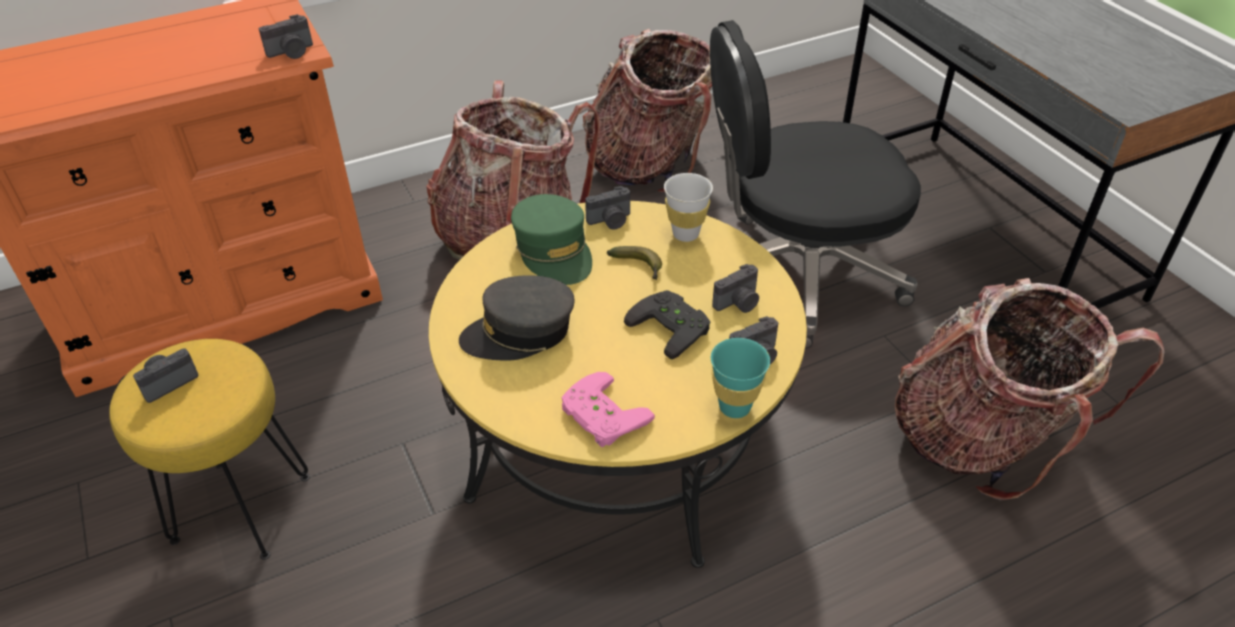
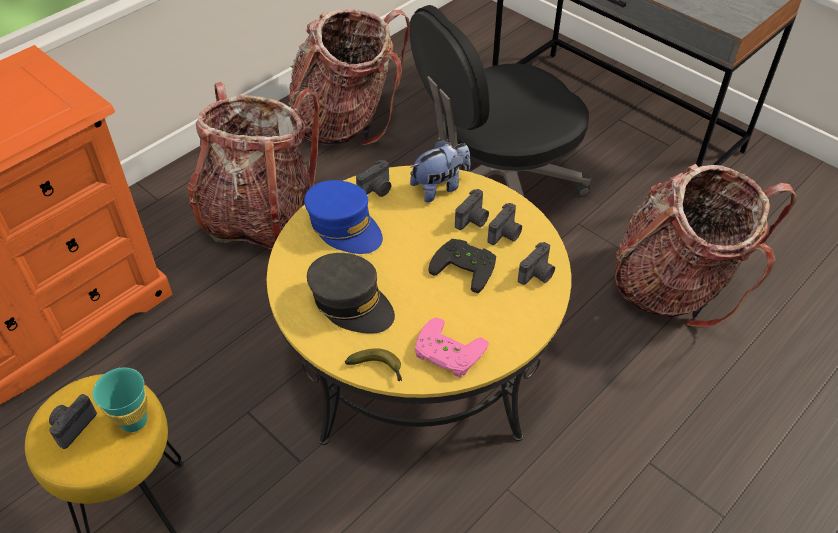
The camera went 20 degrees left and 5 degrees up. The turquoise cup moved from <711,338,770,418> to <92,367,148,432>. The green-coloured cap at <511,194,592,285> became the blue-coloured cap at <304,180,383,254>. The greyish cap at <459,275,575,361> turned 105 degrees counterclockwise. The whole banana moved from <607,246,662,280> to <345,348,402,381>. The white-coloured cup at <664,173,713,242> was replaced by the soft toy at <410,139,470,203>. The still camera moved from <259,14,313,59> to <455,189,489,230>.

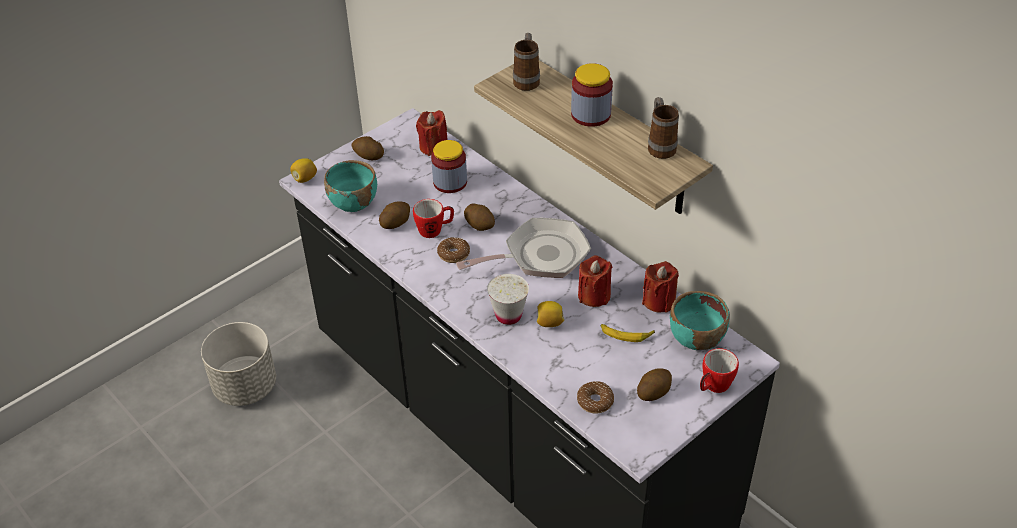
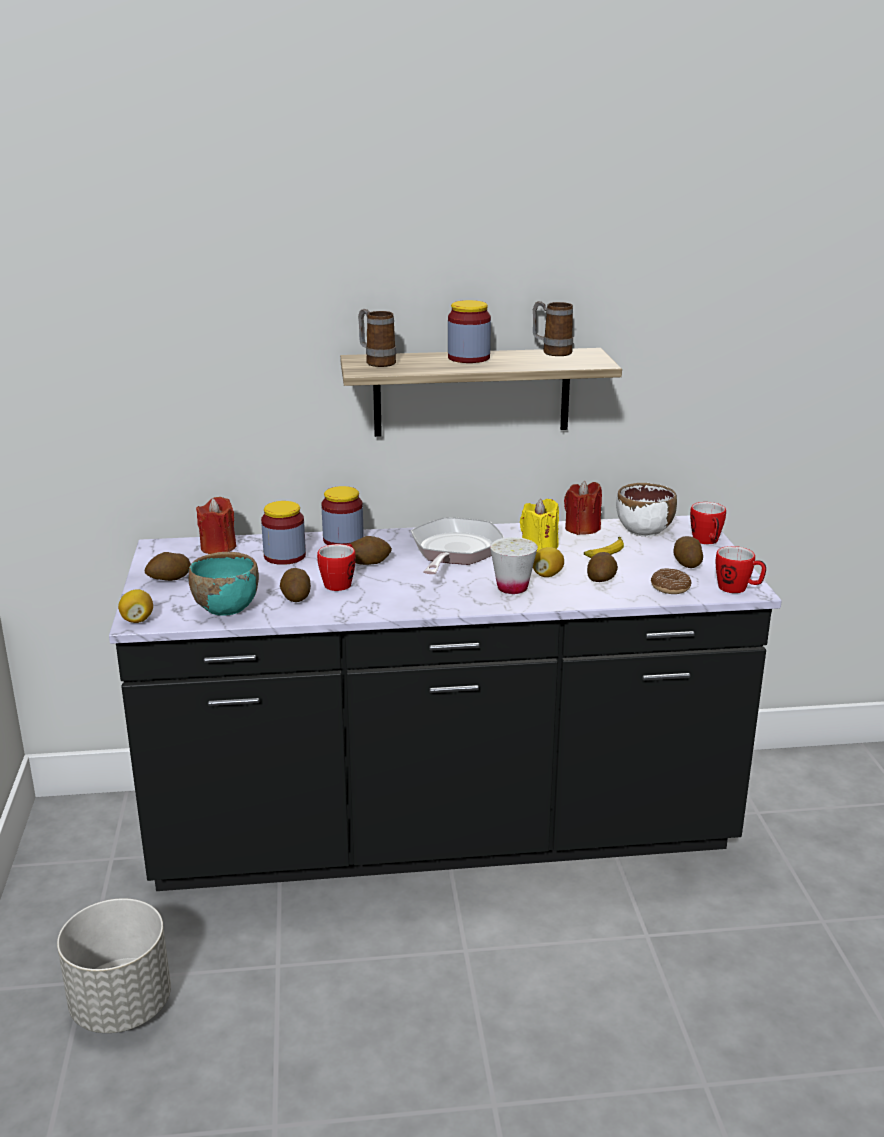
The camera went 55 degrees left and 20 degrees down. The jar at <321,486,364,545> appeared. The red wax light at <578,256,612,307> became the yellowish wax light at <520,498,559,551>. The potato at <587,552,618,582> appeared. The turquoise serving bowl at <670,291,730,350> became the white-coloured serving bowl at <616,483,677,536>. The mug at <715,546,766,593> appeared. The donut at <437,237,470,263> disappeared.

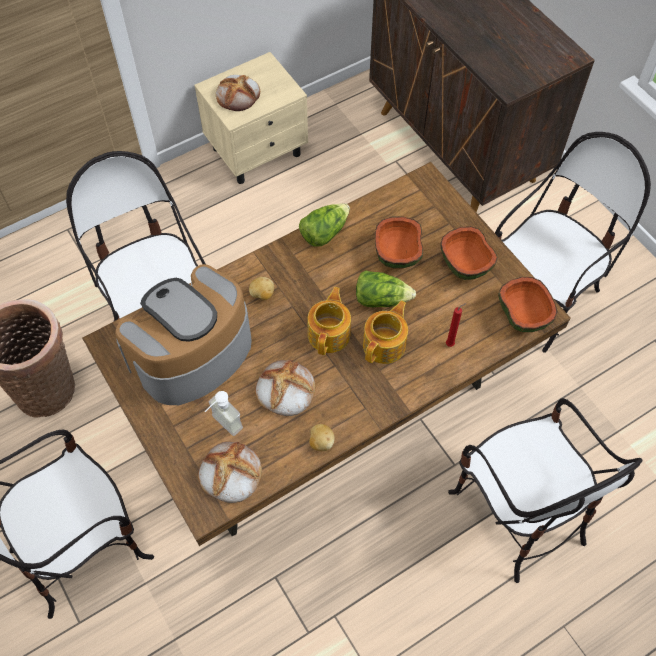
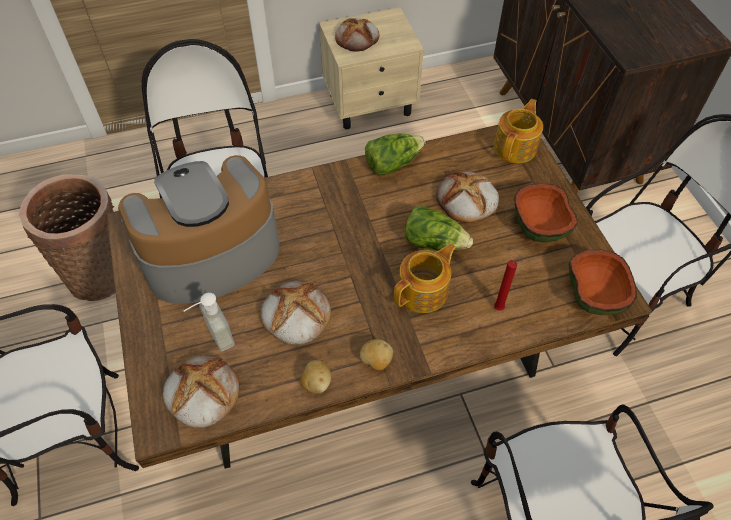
The camera went 15 degrees right and 5 degrees down. The potato moved from <249,277,274,300> to <360,339,393,370>. The serving bowl at <375,217,423,268> was replaced by the bakery bread at <436,171,499,223>. The tea pot moved from <308,287,351,355> to <494,99,543,163>.

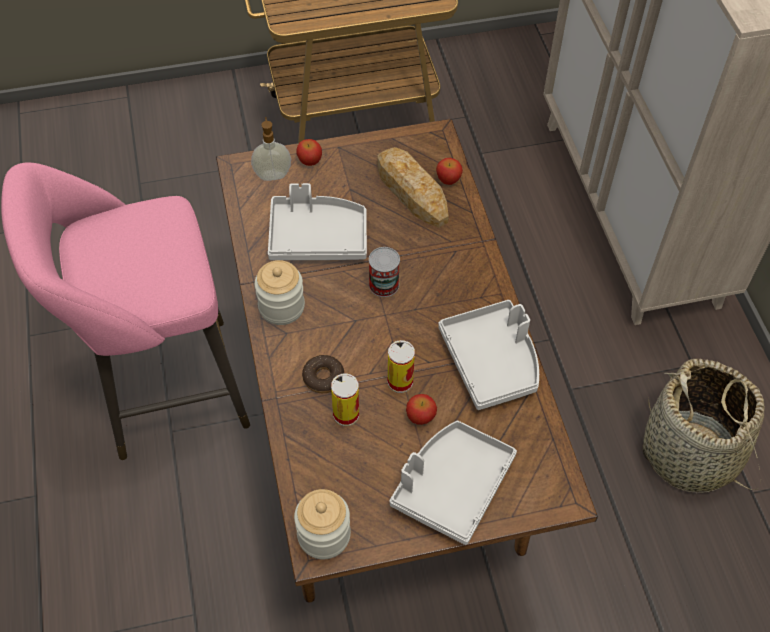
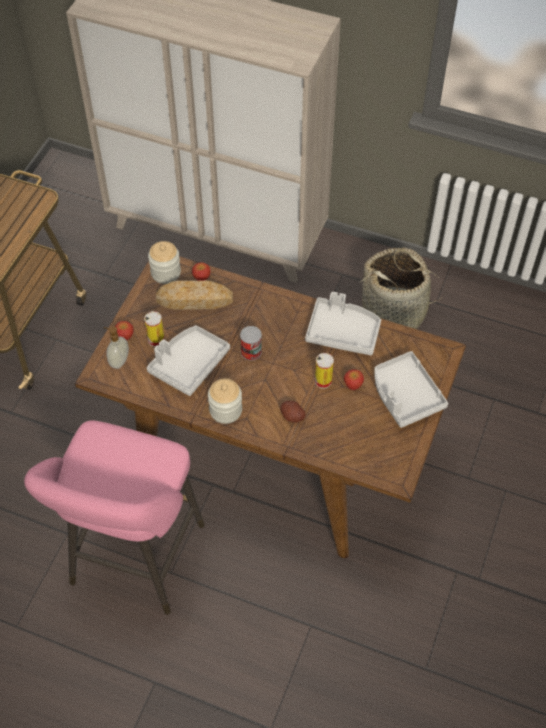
The camera went 55 degrees left and 0 degrees up. The metal can moved from <331,374,359,426> to <144,311,165,347>. The jar moved from <294,489,351,559> to <148,241,181,284>. The donut at <302,355,344,393> was replaced by the potato at <280,401,306,423>.

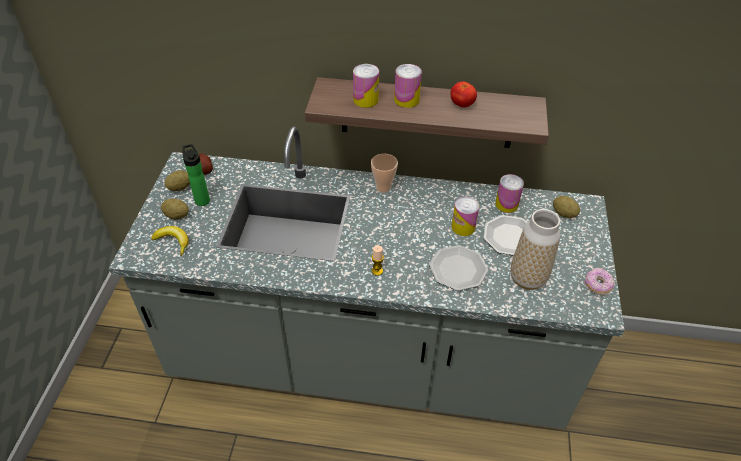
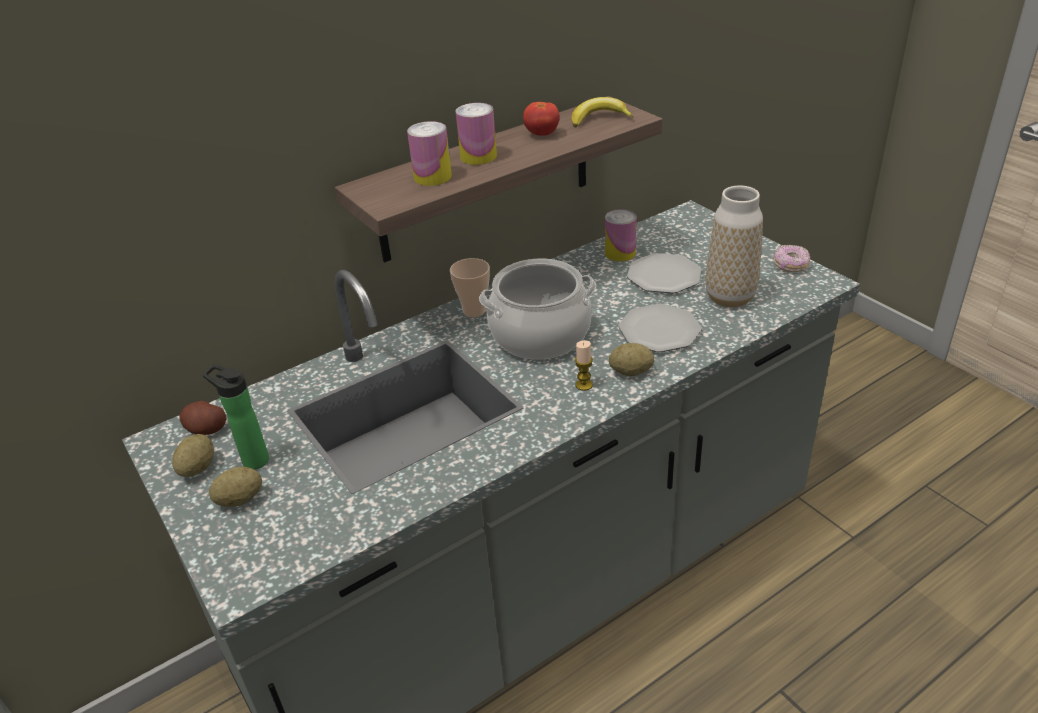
The camera went 40 degrees left and 10 degrees down. The saucepot at <479,259,596,360> appeared. The whole banana moved from <151,226,189,256> to <571,97,634,127>. The potato moved from <553,196,580,218> to <609,343,654,376>. The metal can at <451,197,479,236> disappeared.

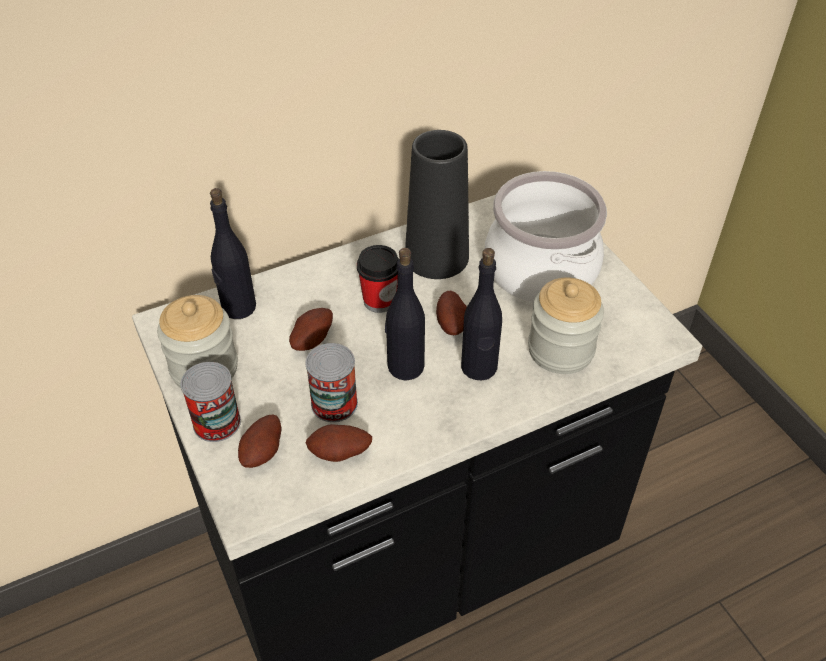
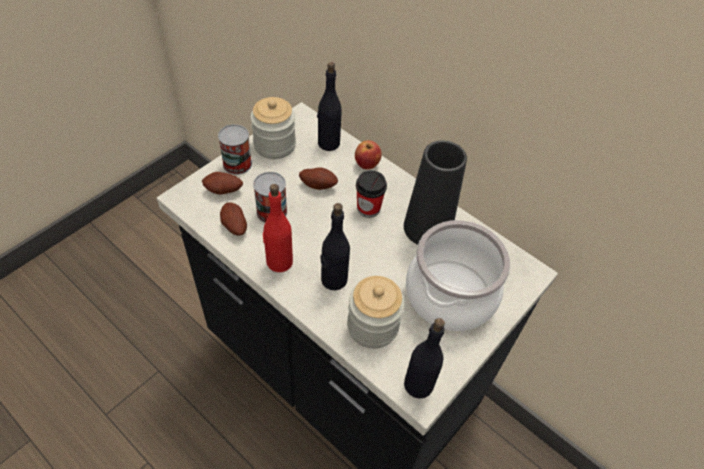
The camera went 65 degrees right and 5 degrees up. The red beverage bottle at <263,184,293,272> appeared. The apple at <355,140,382,170> appeared. The blackish beverage bottle moved from <385,248,425,381> to <404,318,445,399>. The potato at <436,291,467,335> disappeared.

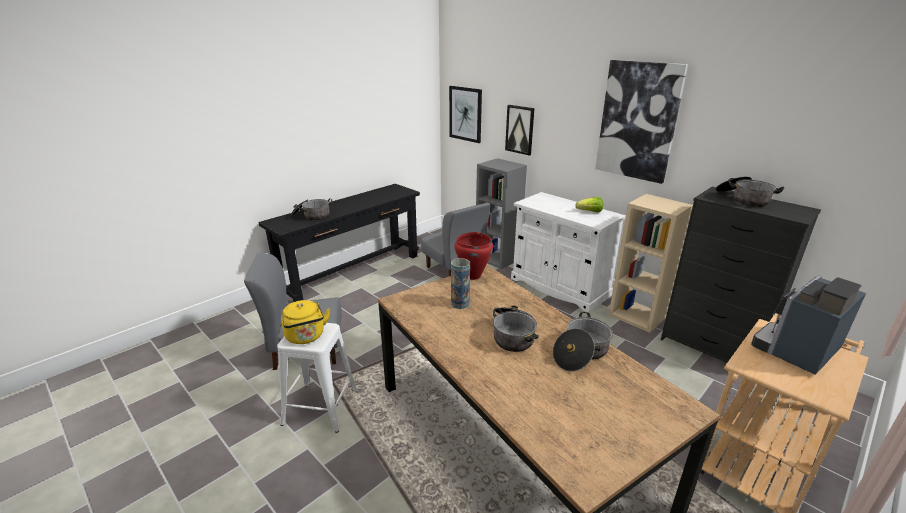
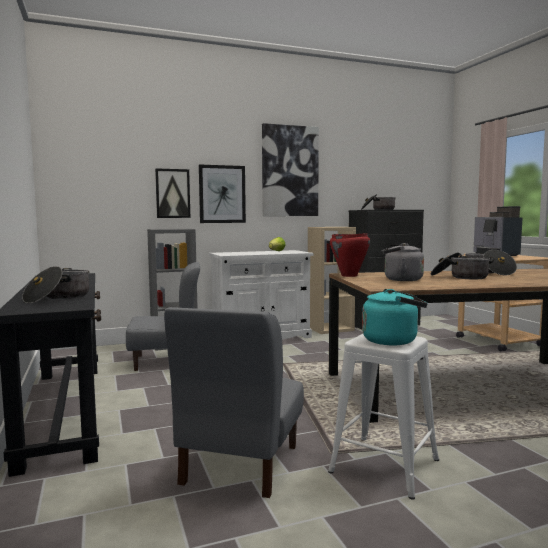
The camera went 65 degrees left and 20 degrees down. The picture moved from <449,86,482,143> to <199,164,246,223>. The yellowish tea kettle at <281,300,330,344> became the turquoise tea kettle at <362,289,428,345>. The flower vase at <451,258,470,309> was replaced by the greyish tea kettle at <381,243,424,281>.

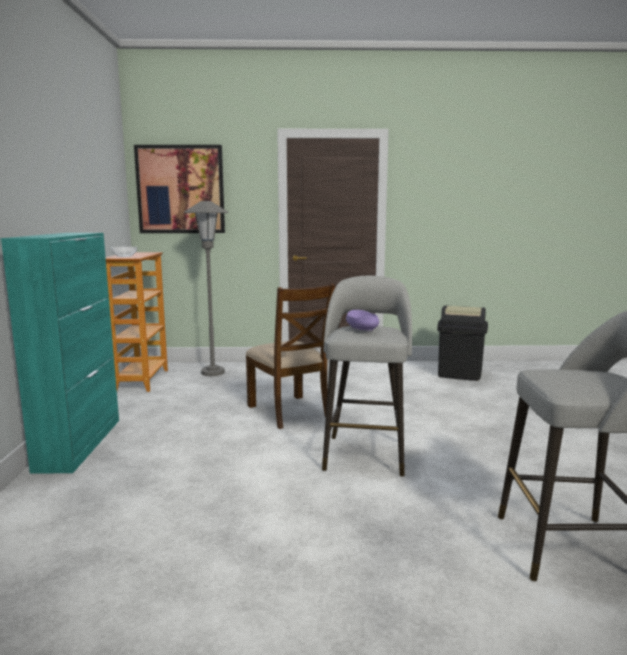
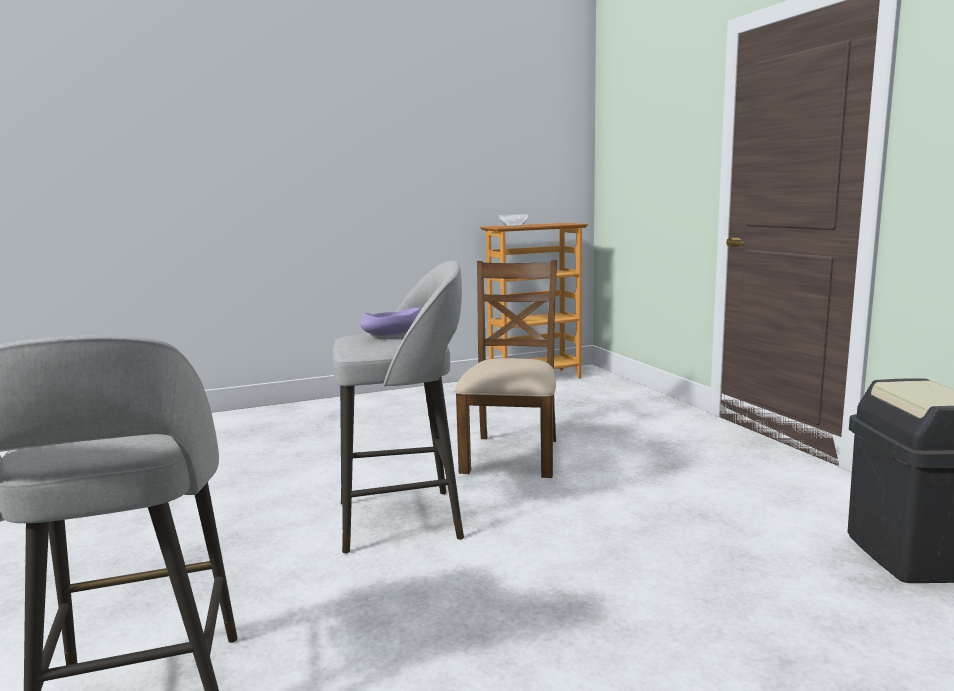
The camera went 70 degrees right and 0 degrees up. The brown upright chair at <246,283,336,429> turned 150 degrees clockwise. The turquoise cabinet at <1,233,119,474> disappeared. The picture at <134,145,225,233> disappeared. The greyish floor lamp at <184,201,228,376> disappeared.

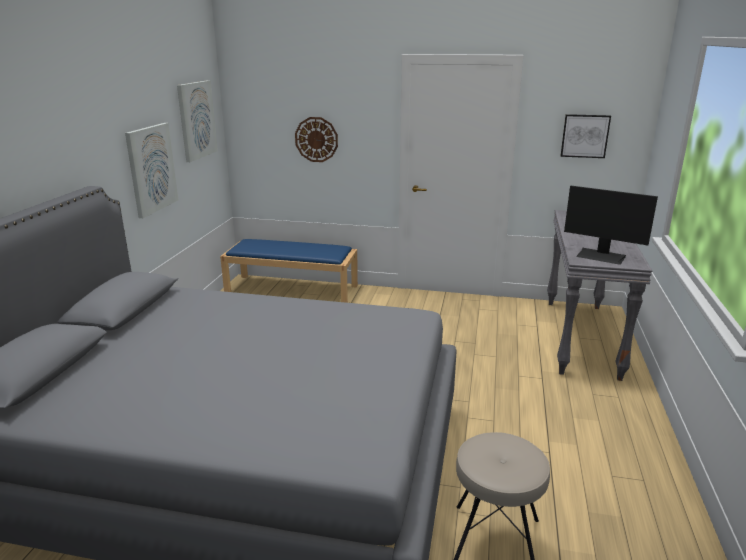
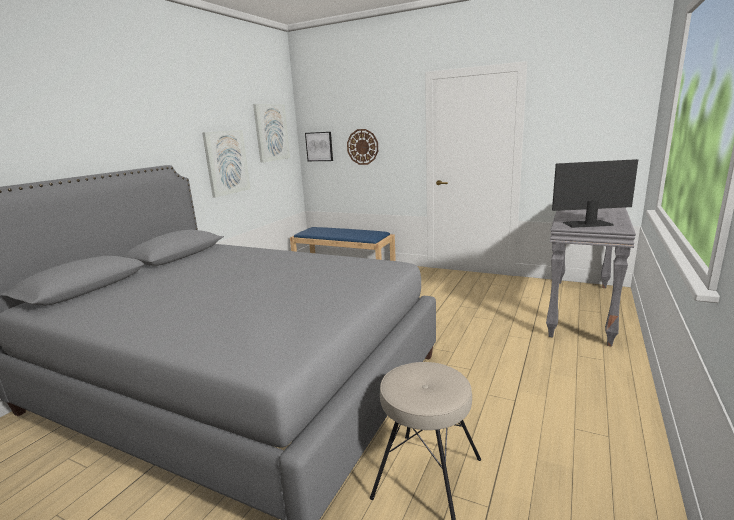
The camera went 15 degrees right and 5 degrees down. The picture moved from <561,114,611,158> to <305,132,333,161>. The computer screen at <564,186,658,265> turned 135 degrees clockwise.

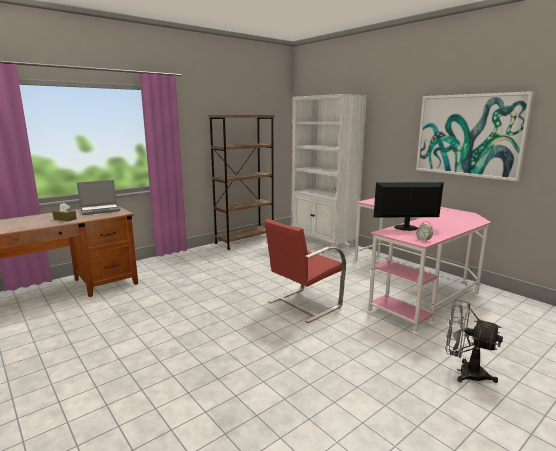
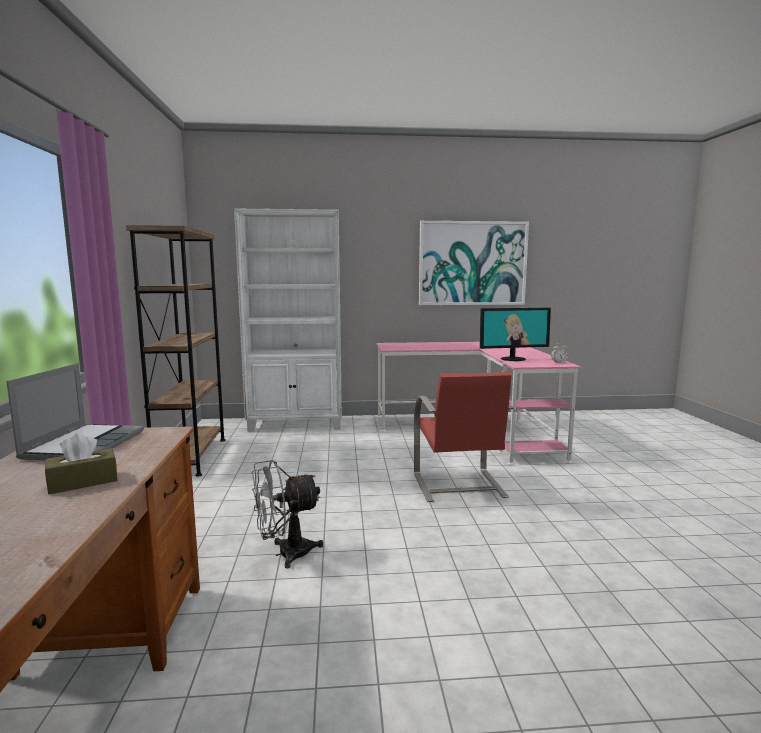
The camera went 55 degrees left and 5 degrees down. The greyish fan moved from <445,300,503,383> to <252,460,323,569>. The computer screen at <374,182,444,231> turned 135 degrees counterclockwise.

